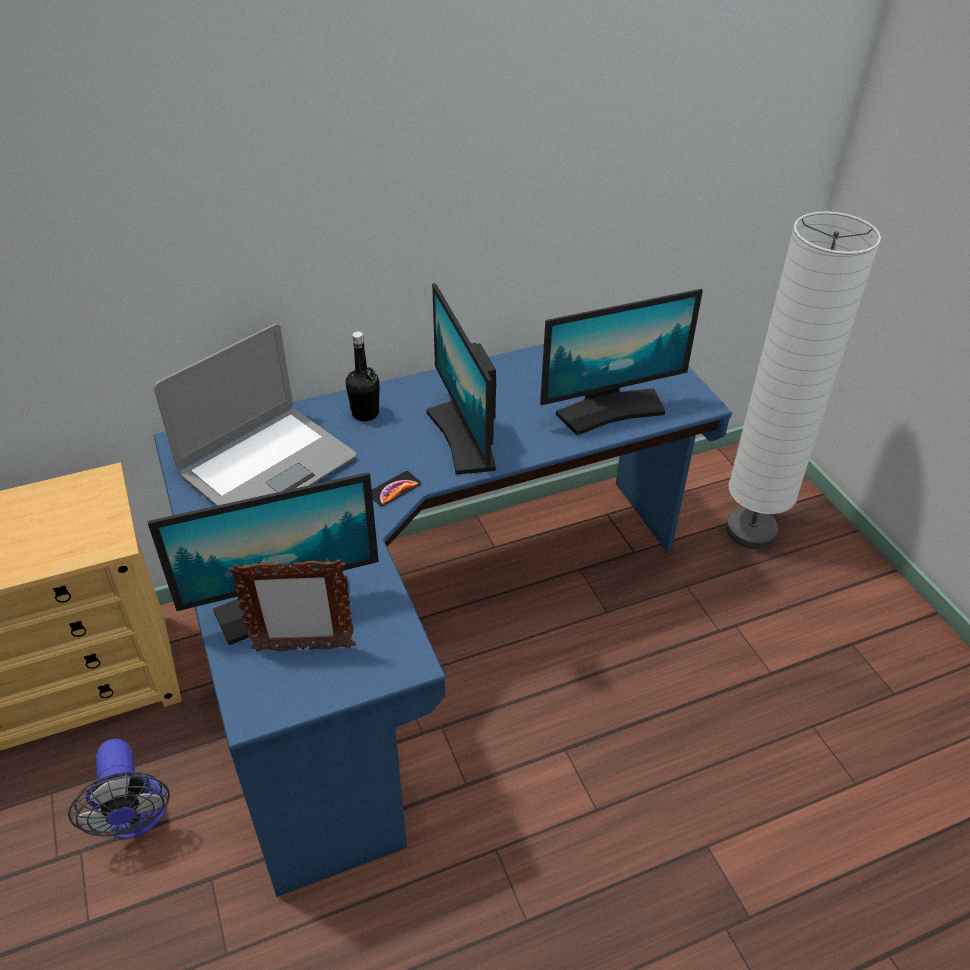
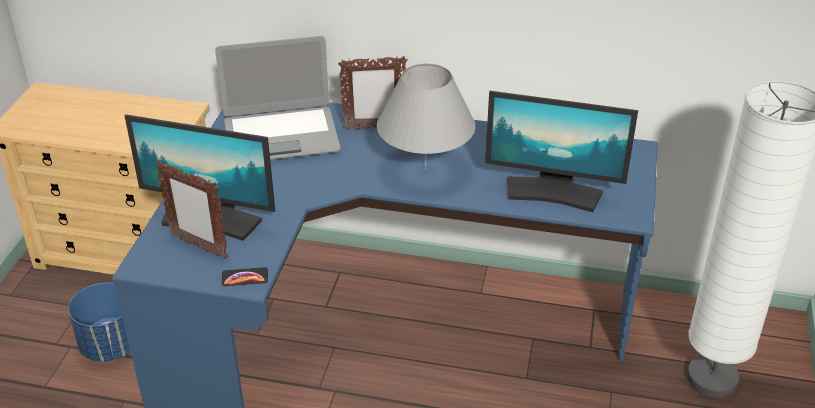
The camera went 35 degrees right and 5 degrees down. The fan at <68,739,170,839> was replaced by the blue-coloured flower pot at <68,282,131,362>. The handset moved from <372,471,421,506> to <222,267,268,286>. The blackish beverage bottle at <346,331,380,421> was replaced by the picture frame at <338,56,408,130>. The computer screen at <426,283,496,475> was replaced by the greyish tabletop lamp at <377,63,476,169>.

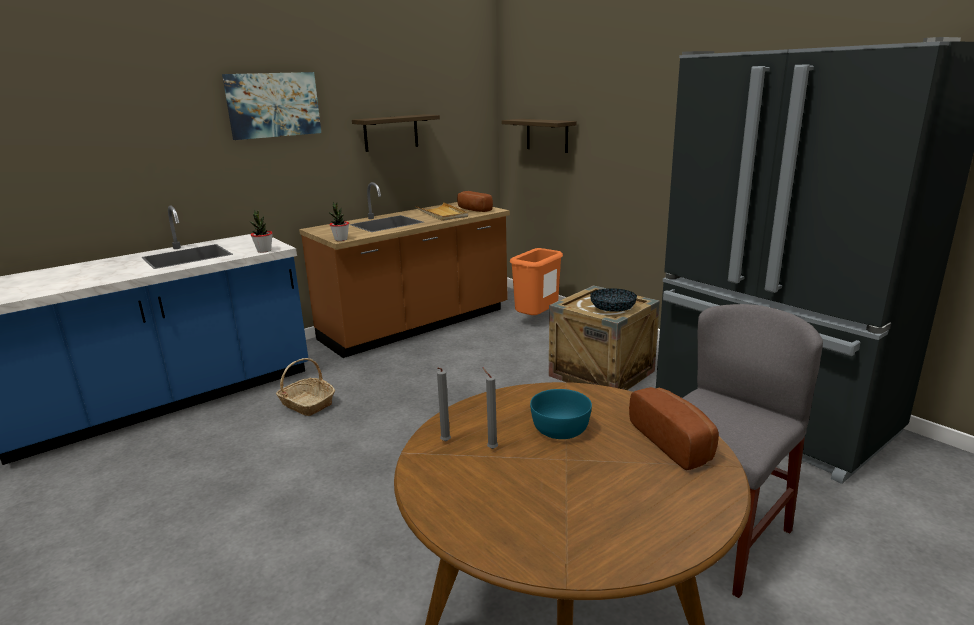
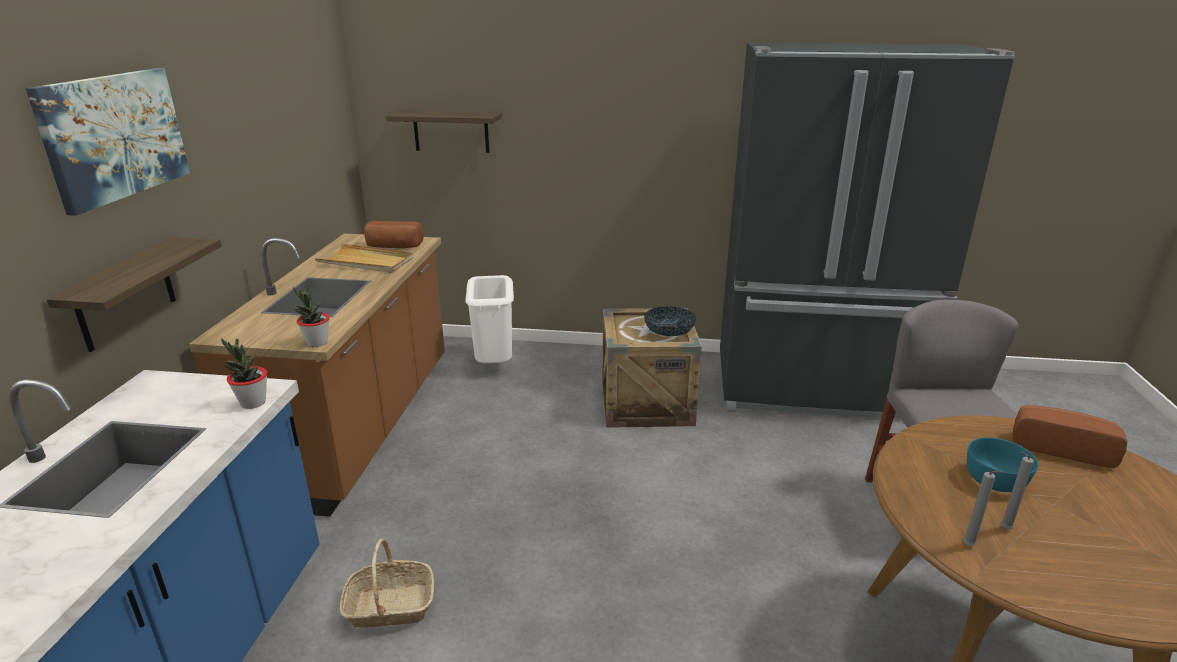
The camera went 45 degrees left and 5 degrees up. The shelf moved from <352,114,440,152> to <46,237,222,352>. The orangey waste bin at <510,248,563,315> became the white-coloured waste bin at <465,275,514,363>.

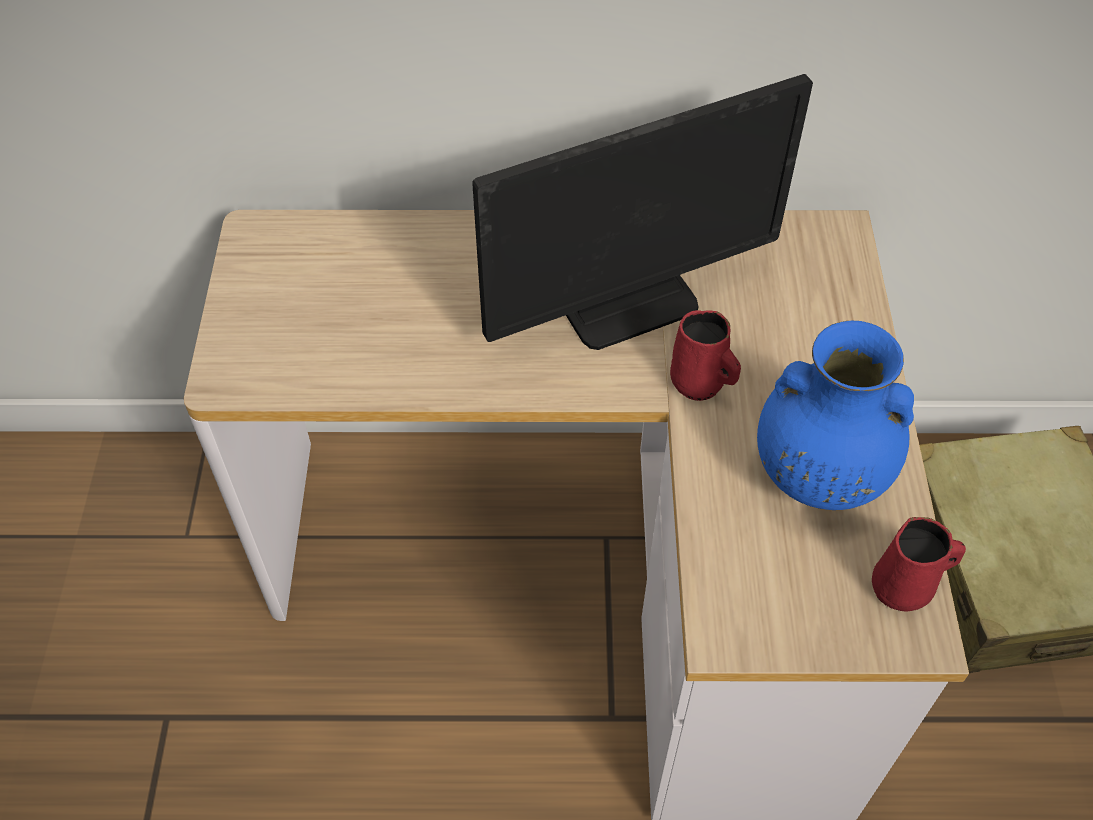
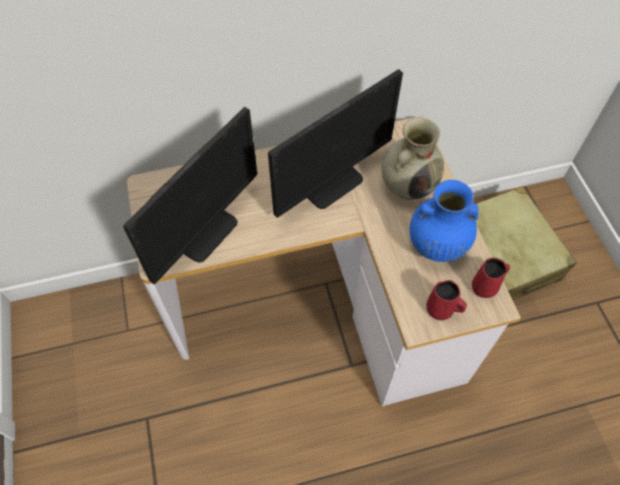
The camera went 15 degrees left and 5 degrees up. The computer screen at <123,107,257,284> appeared. The sand-coloured flower vase at <381,118,444,200> appeared. The red mug moved from <670,310,741,401> to <426,280,467,320>.

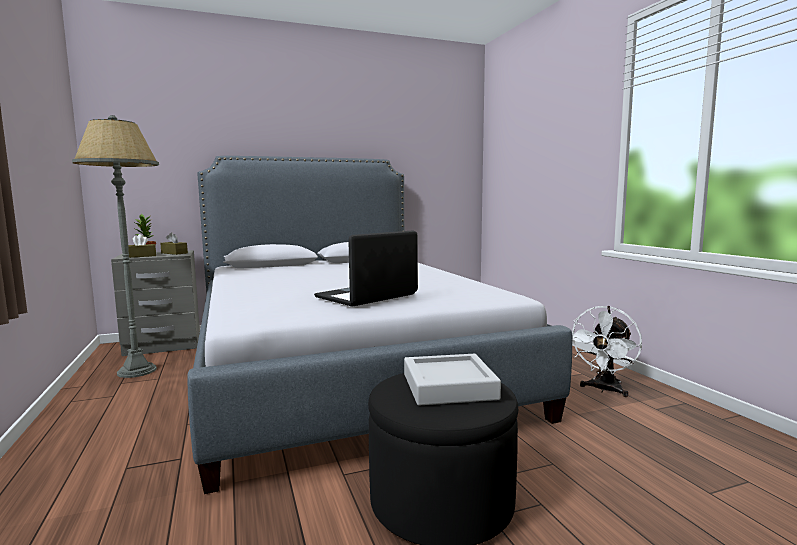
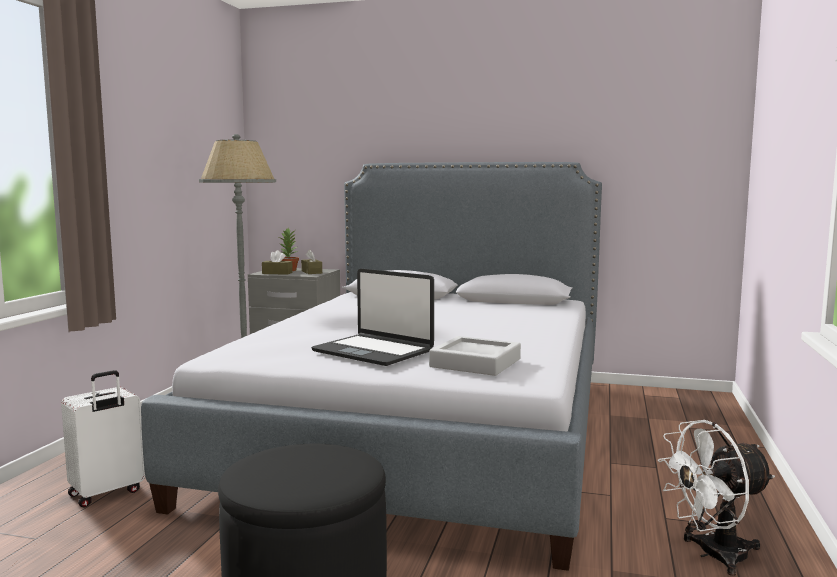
The camera went 35 degrees right and 0 degrees up. The white-coloured piece of luggage at <61,370,145,508> appeared. The portable computer at <314,230,418,307> turned 135 degrees counterclockwise. The greyish carrying tray moved from <404,354,501,406> to <429,336,521,376>.

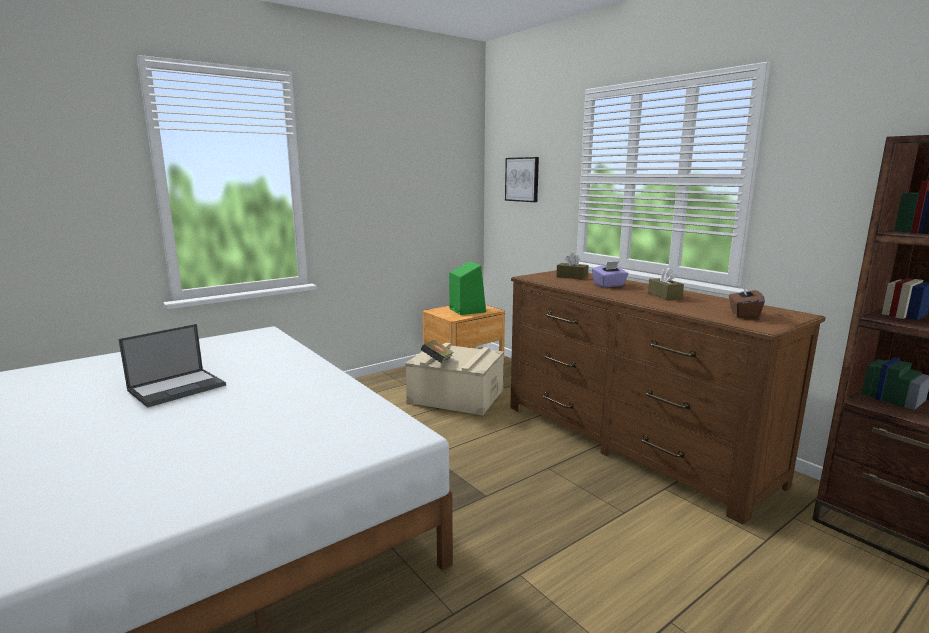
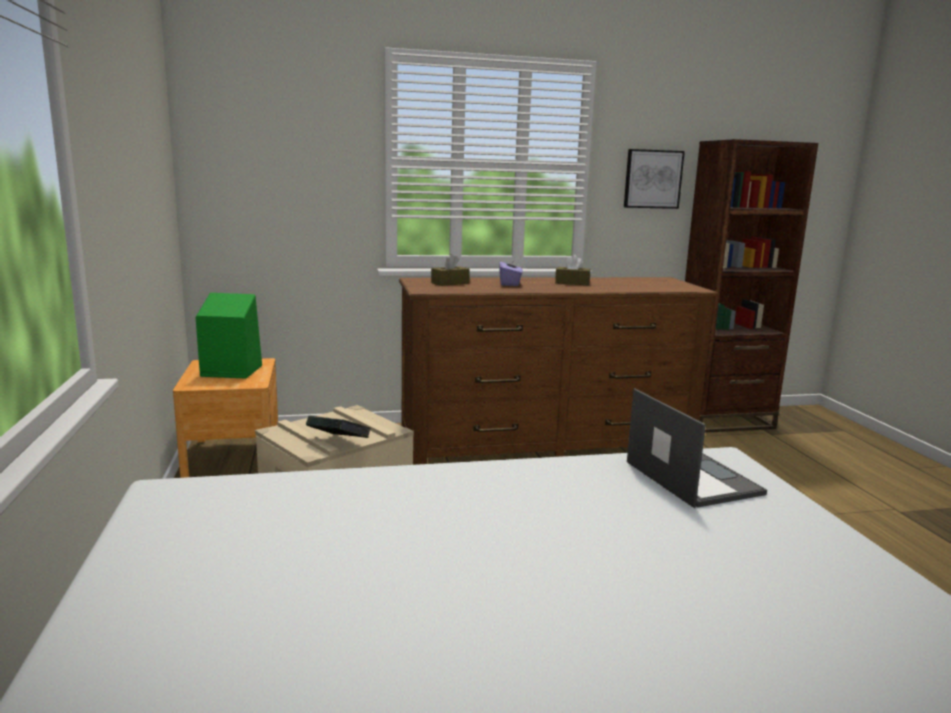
The camera went 65 degrees left and 0 degrees up. The picture moved from <505,157,539,202> to <624,149,685,209>. The portable computer moved from <118,324,226,408> to <627,388,767,508>. The brown tissue box at <729,284,765,319> disappeared.

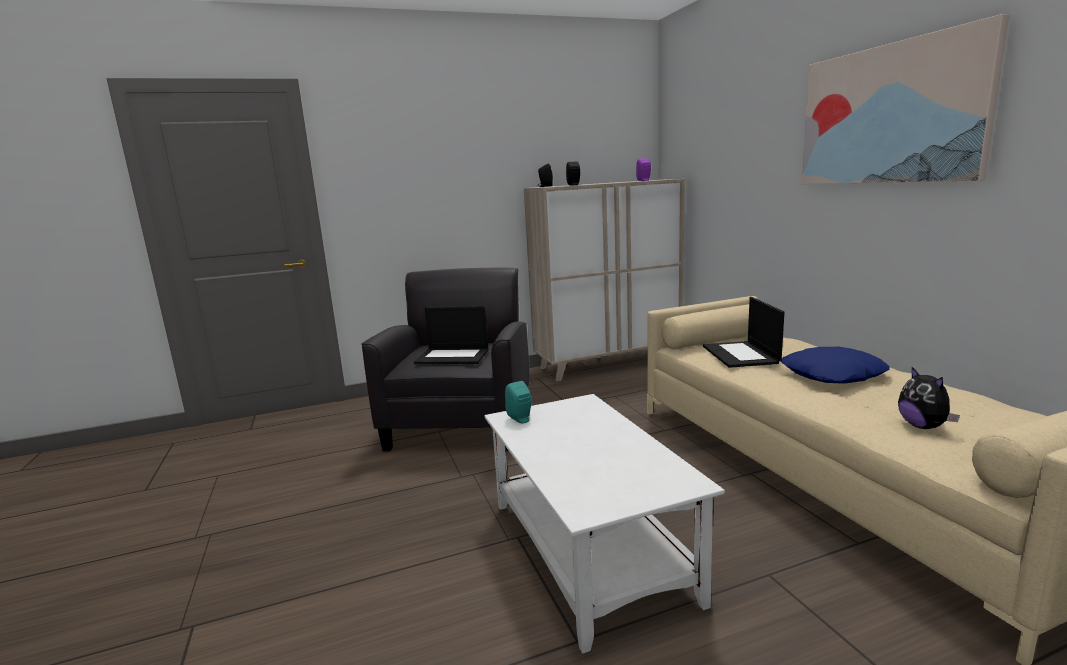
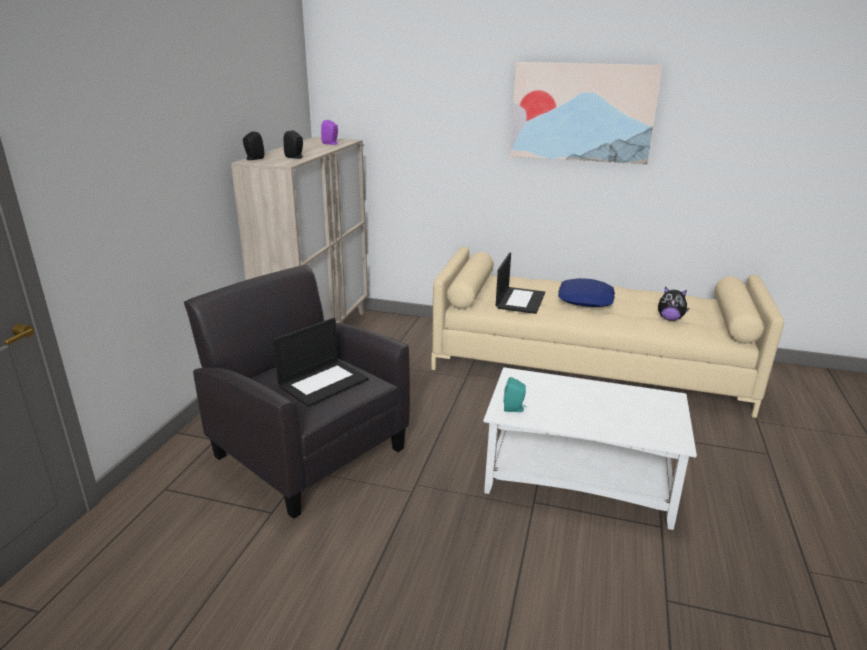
The camera went 55 degrees left and 10 degrees up. The portable computer at <703,297,784,368> turned 105 degrees counterclockwise.

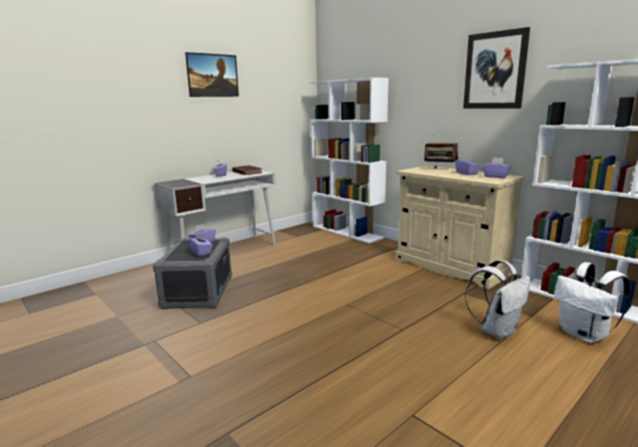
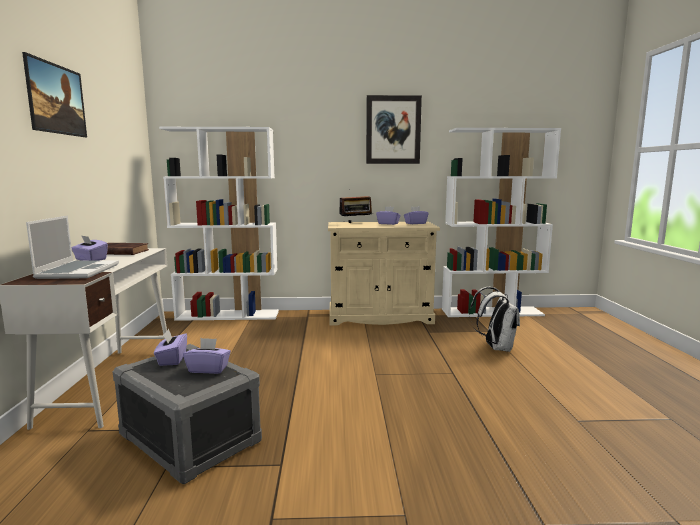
The camera went 50 degrees left and 5 degrees down. The portable computer at <26,216,119,279> appeared. The white-coloured rucksack at <554,262,631,343> disappeared.

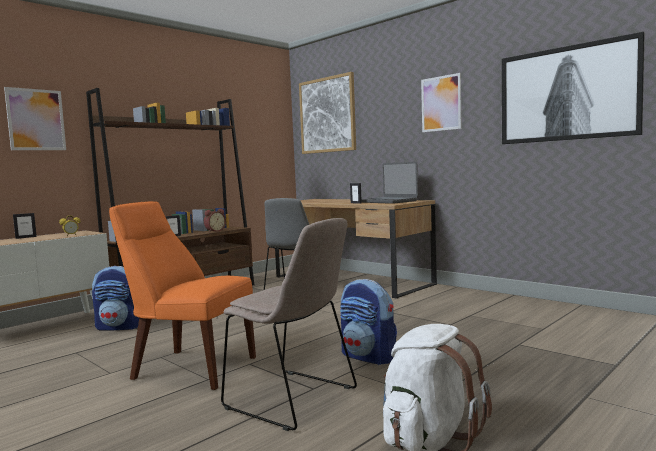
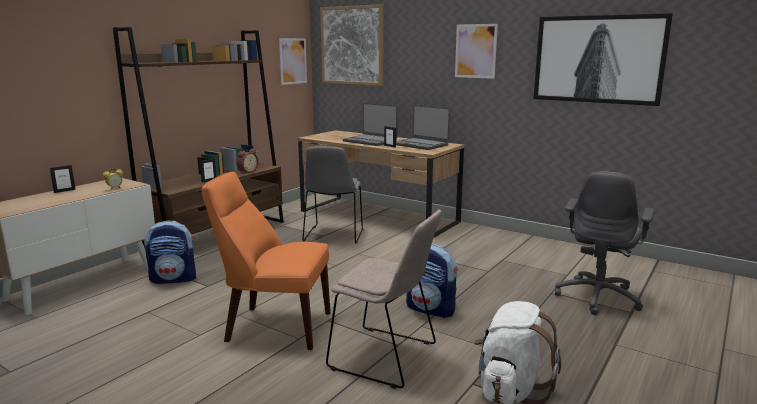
The camera went 10 degrees left and 10 degrees up. The picture moved from <4,87,66,150> to <279,38,307,85>. The portable computer at <343,102,398,146> appeared. The greyish computer chair at <555,171,655,315> appeared.

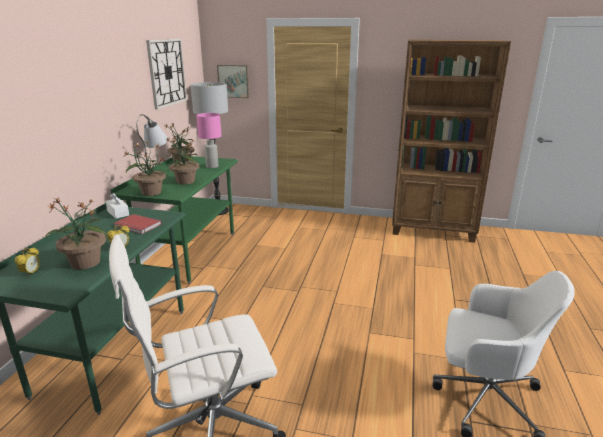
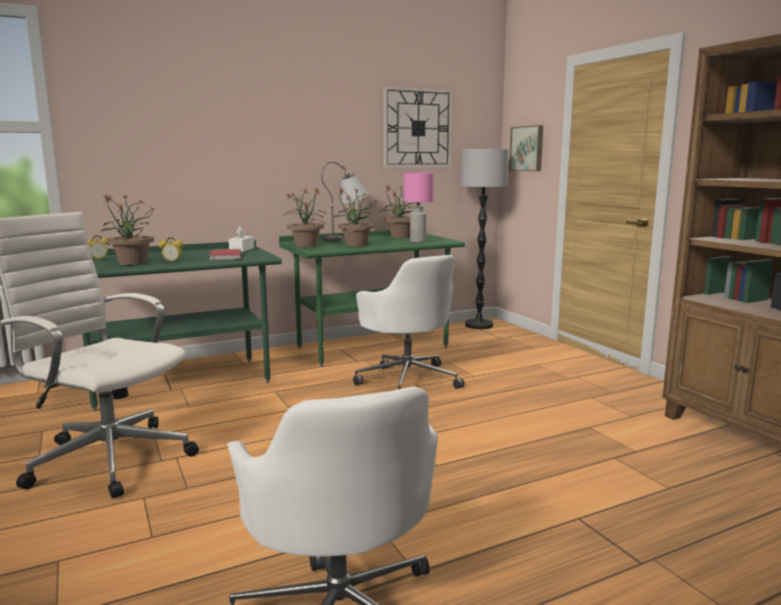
The camera went 50 degrees right and 10 degrees down. The white-coloured computer chair at <353,255,464,389> appeared.

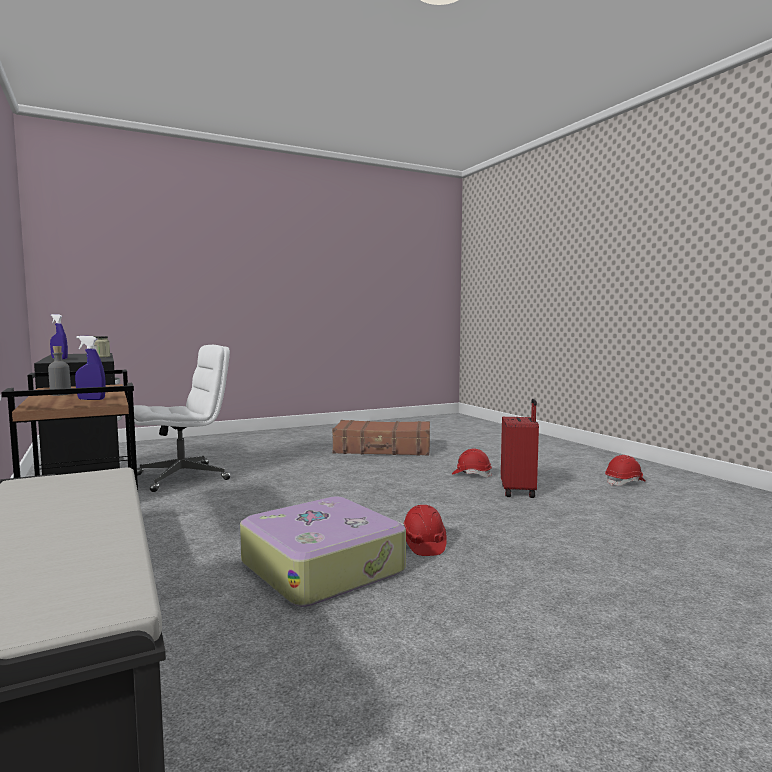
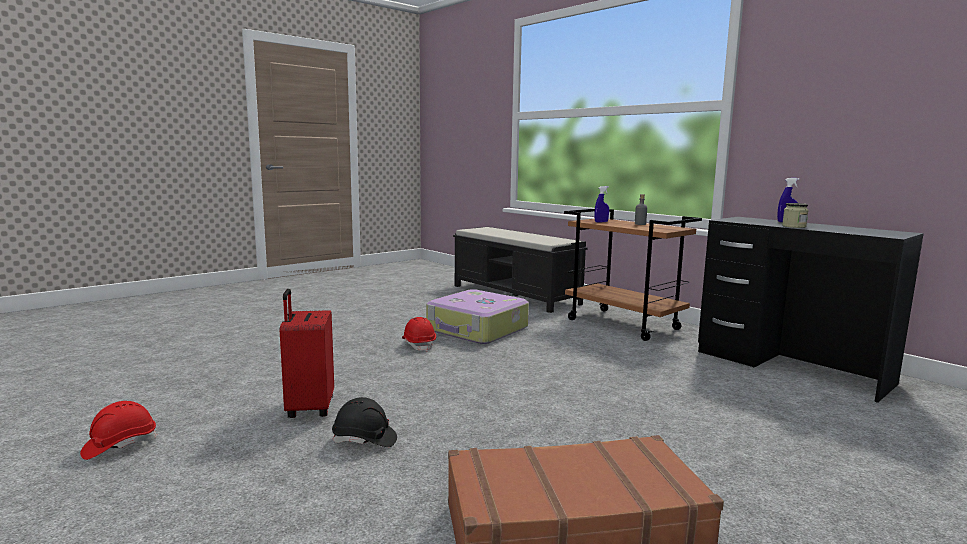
The camera went 165 degrees right and 5 degrees up. The red hard hat at <452,449,492,477> became the blackish hard hat at <332,397,397,447>. The white-coloured computer chair at <134,345,230,492> disappeared.

